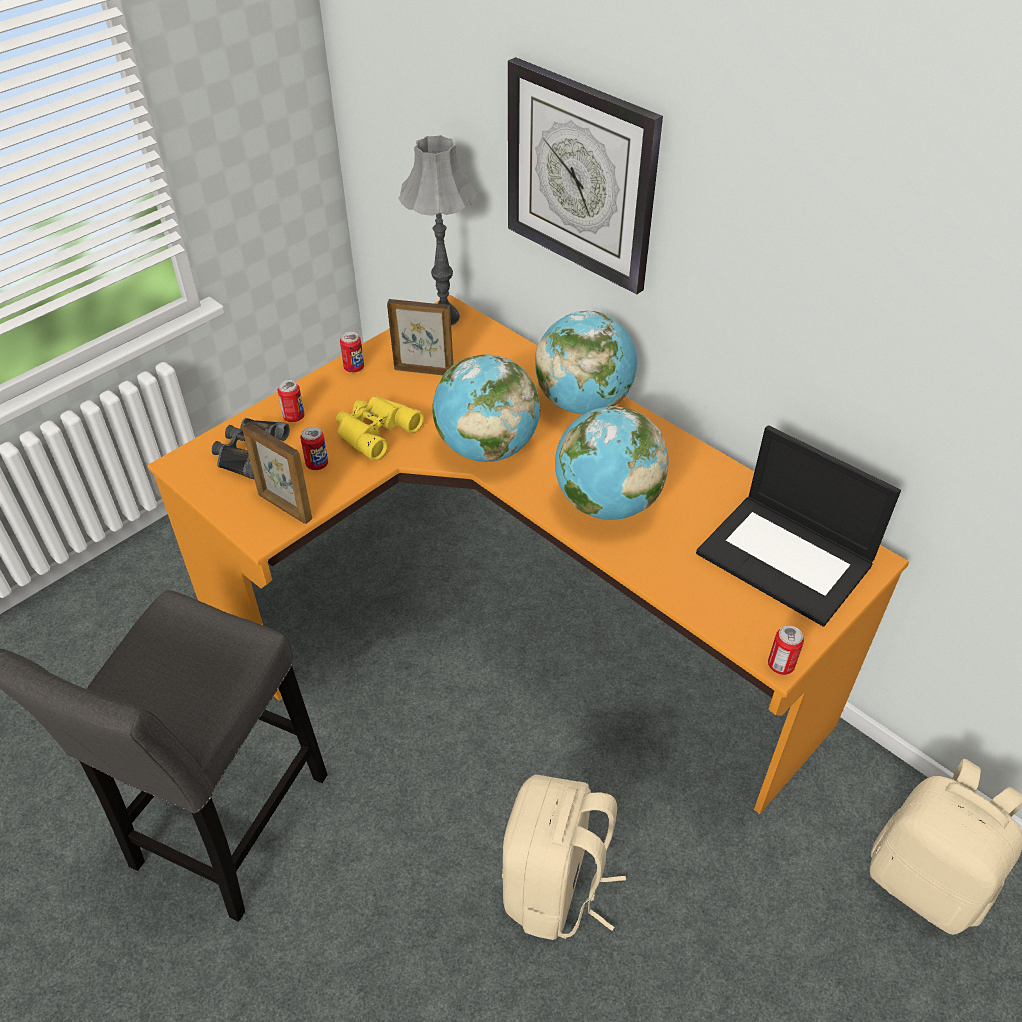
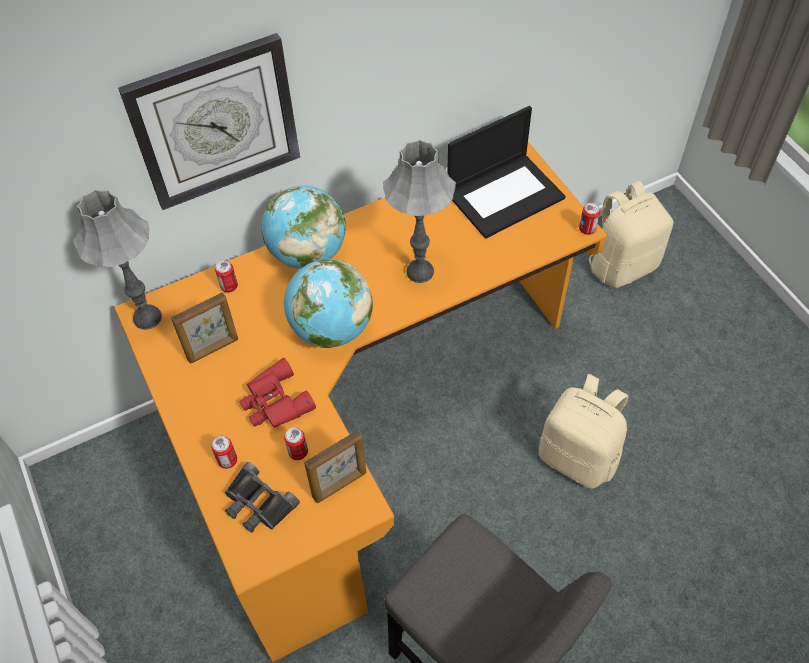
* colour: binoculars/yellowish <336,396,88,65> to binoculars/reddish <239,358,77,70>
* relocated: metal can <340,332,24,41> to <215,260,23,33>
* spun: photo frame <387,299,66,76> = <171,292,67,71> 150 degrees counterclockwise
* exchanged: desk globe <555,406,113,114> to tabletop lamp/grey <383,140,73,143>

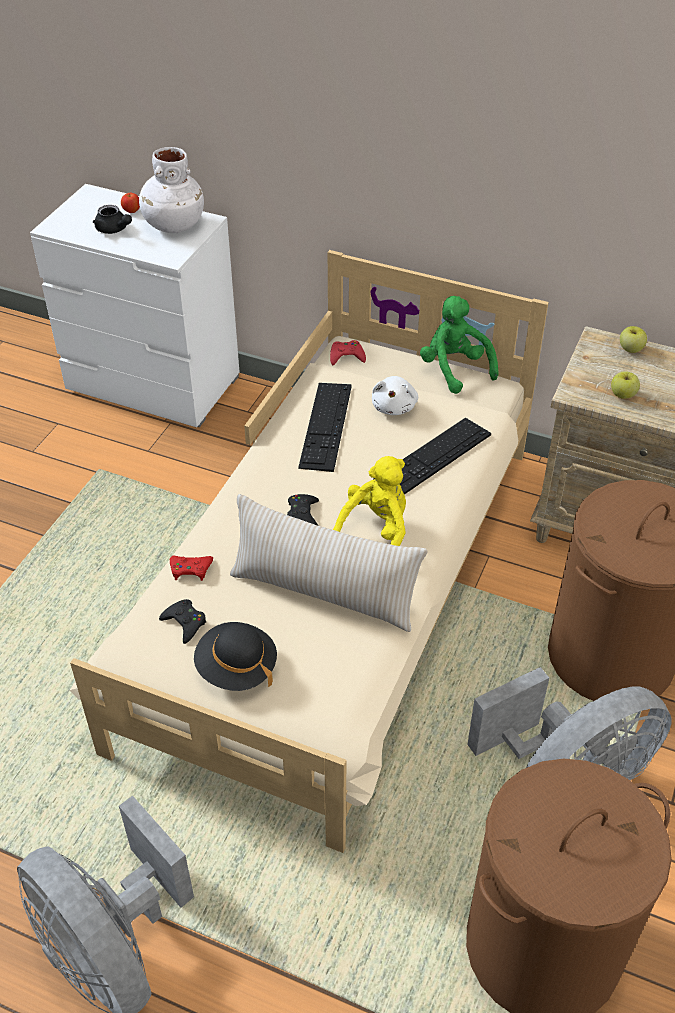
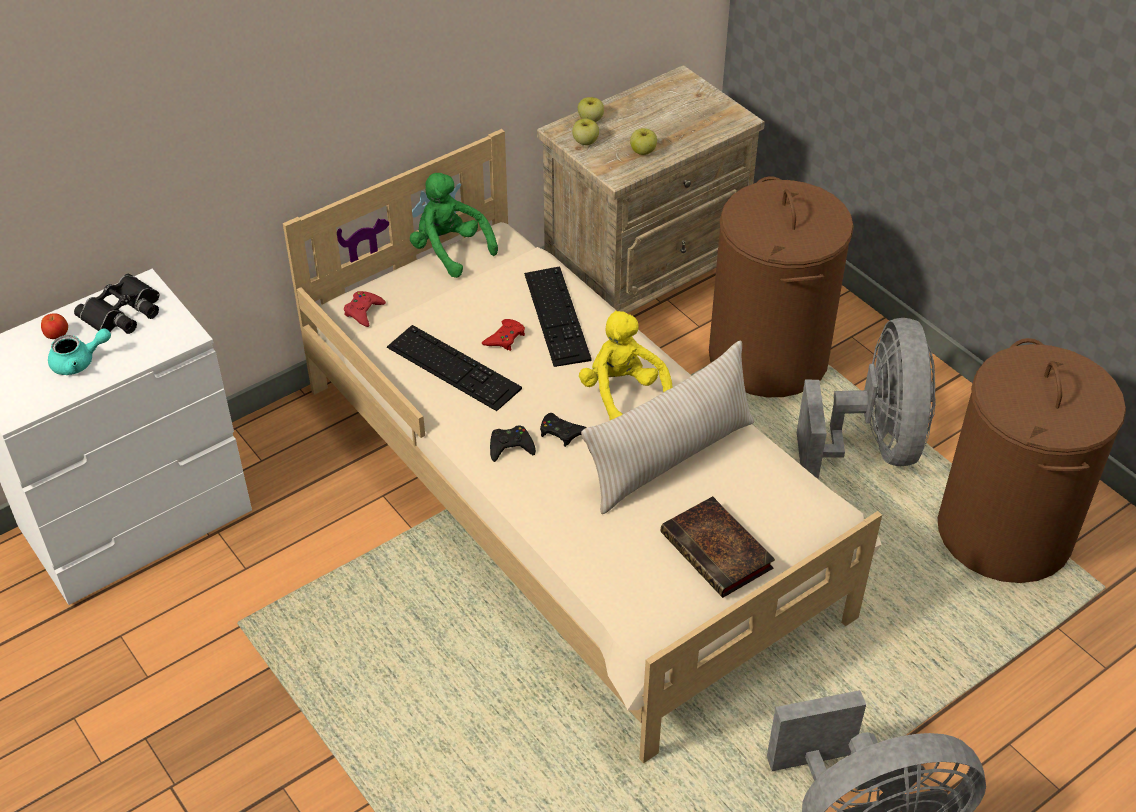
* colour: teapot/blackish <93,205,39,29> to teapot/blue-green <48,328,63,47>
* exchanged: decorative vase/whitish <139,147,65,86> to binoculars/blackish <74,274,85,60>
* relocated: game controller/blackish <159,599,47,45> to <490,426,46,36>
* relocated: game controller/reddish <170,556,43,25> to <482,319,43,32>
* exchanged: hat/blackish <194,622,83,69> to bound book <660,496,115,102>
* missing: cuddly toy/whitish <372,376,46,39>
* spun: cuddly toy/greenish <420,296,79,98> = <410,173,88,105> 45 degrees clockwise
* appeared: apple <572,118,27,27>

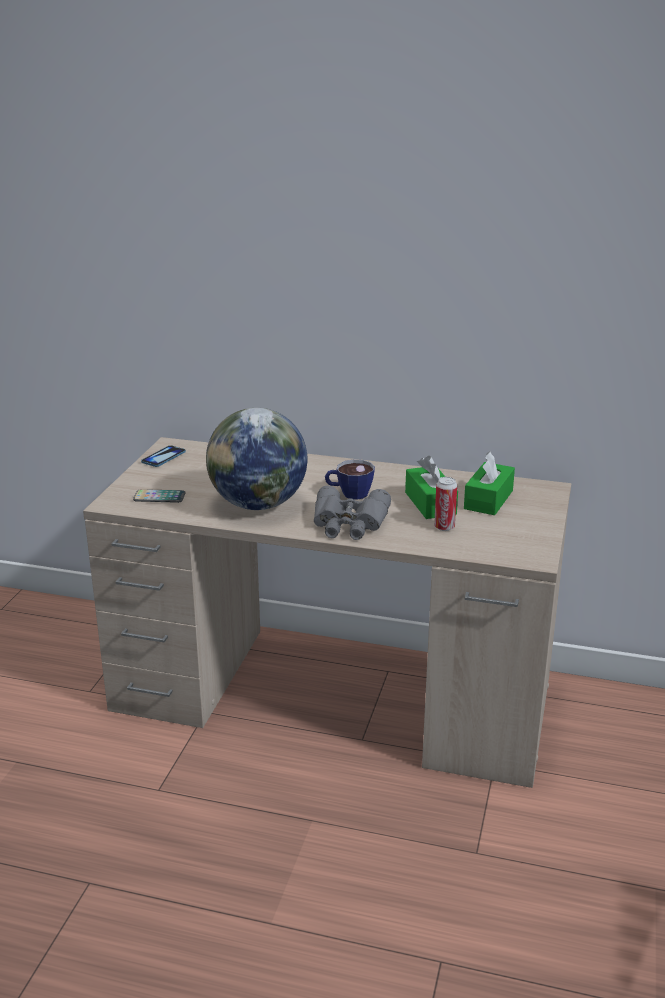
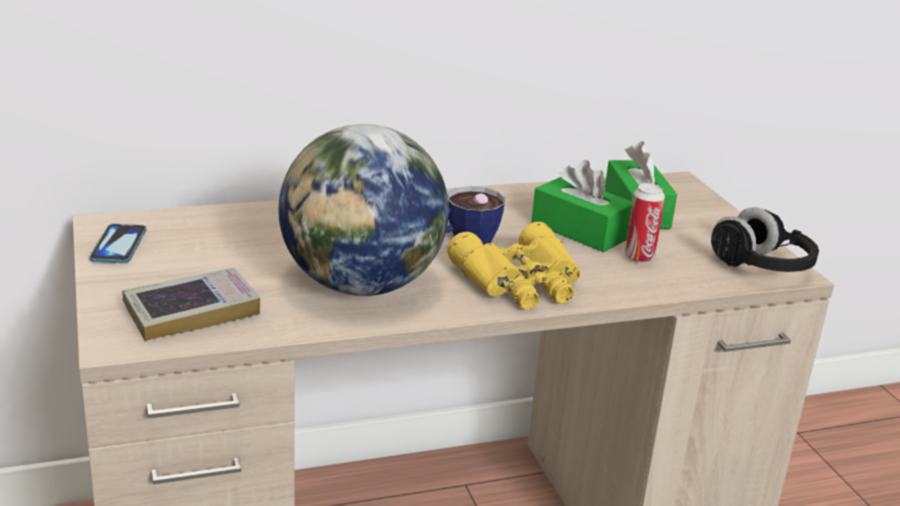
* exchanged: handset <133,489,53,14> to bound book <122,268,138,73>
* colour: binoculars/grey <314,486,77,54> to binoculars/yellowish <447,222,134,88>
* appeared: pair of headphones/blackish <711,207,108,65>

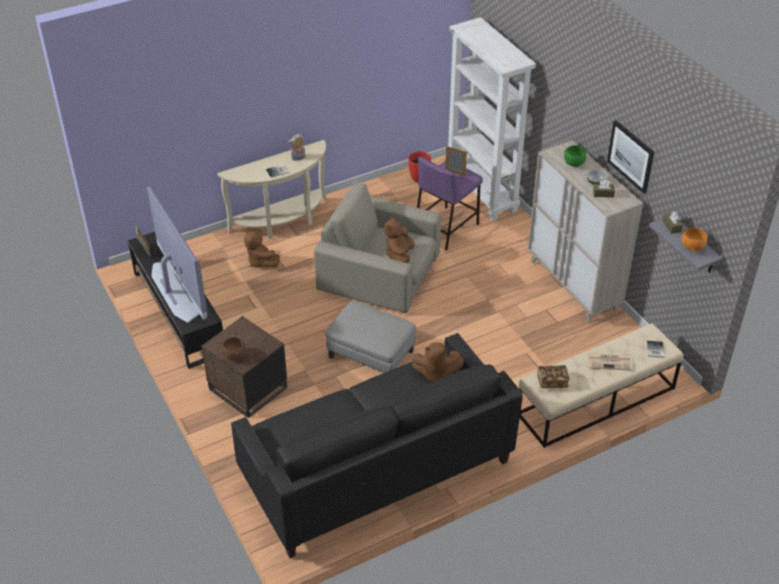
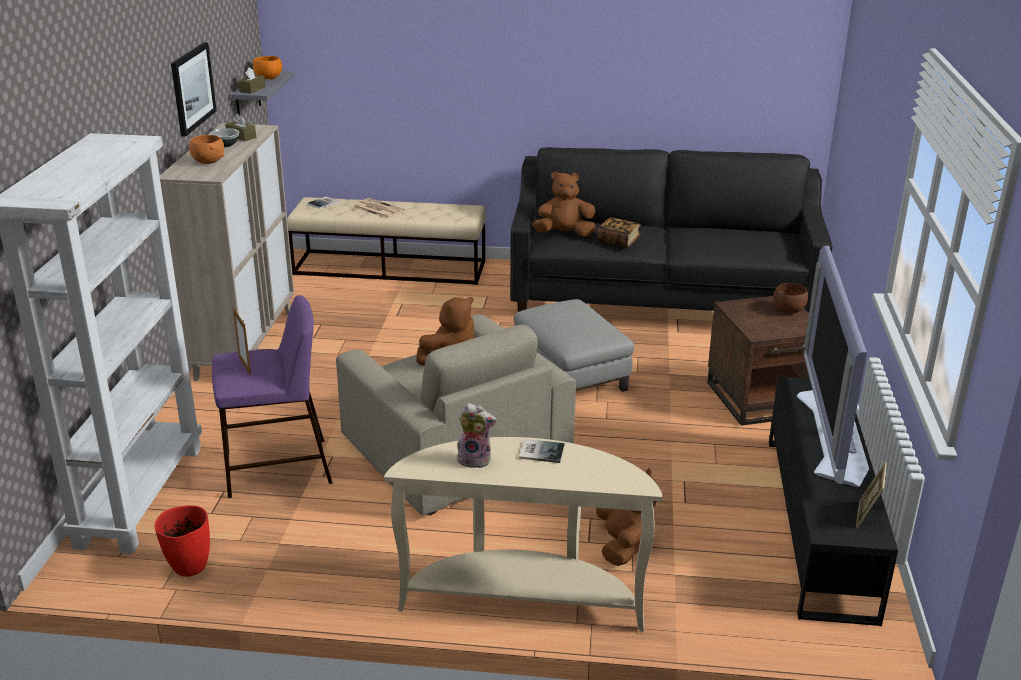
* spun: cuddly toy/brownish <412,342,52,39> = <533,171,63,65> 45 degrees counterclockwise
* relocated: bound book <537,365,33,23> to <597,217,44,31>
* colour: bowl/greenish <564,145,22,22> to bowl/orange-coloured <189,135,35,29>

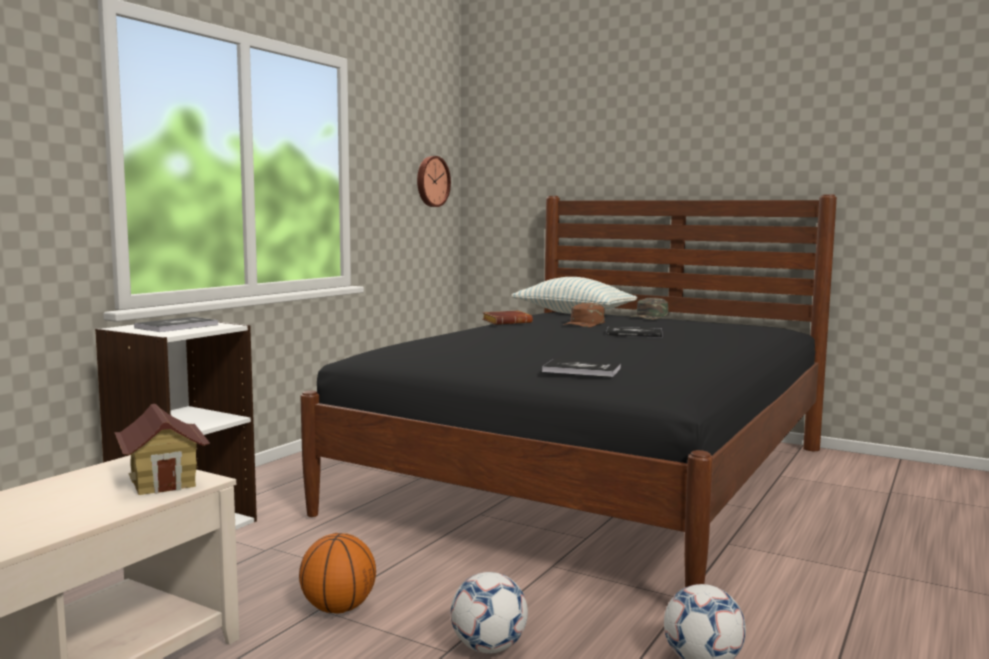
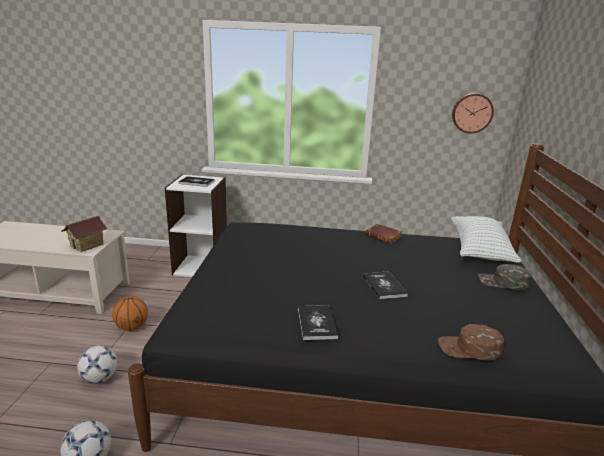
* relocated: bound book <542,359,79,18> to <298,305,40,35>
* relocated: cap/brownish <563,303,42,24> to <438,324,66,37>

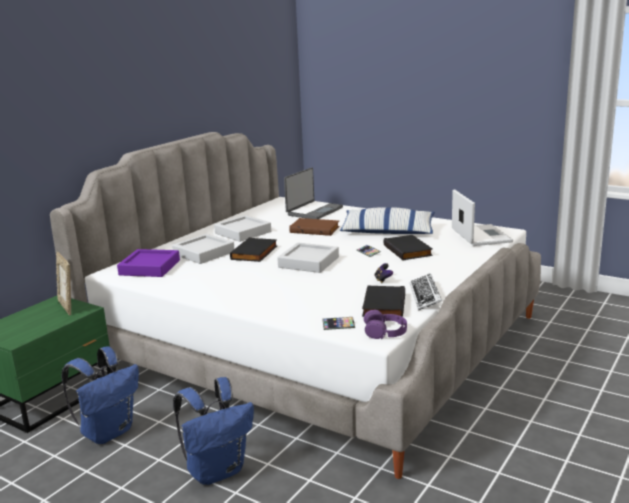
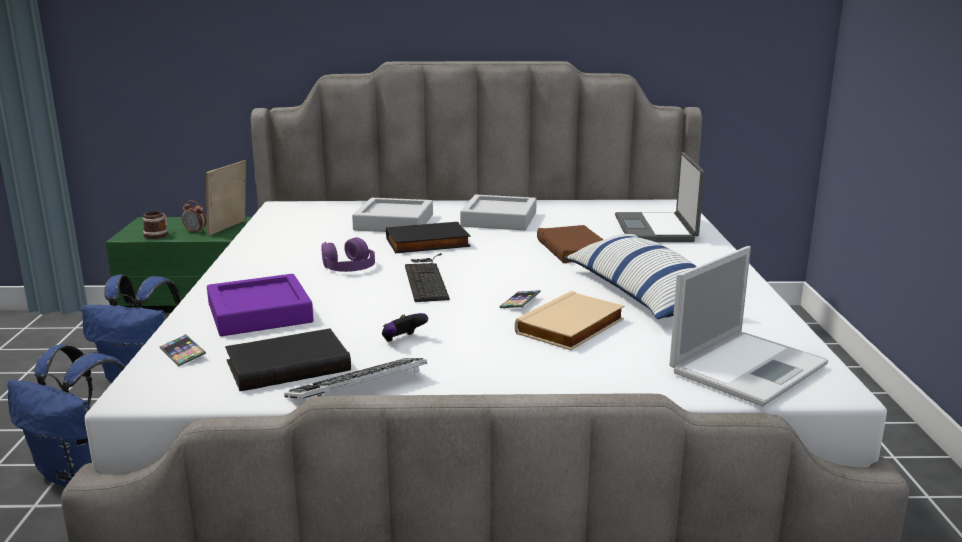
* relocated: carrying tray/purple-coloured <117,249,63,28> to <207,274,106,62>
* exchanged: carrying tray/grey <277,242,62,31> to keyboard <405,253,45,49>
* spun: laptop <284,167,59,52> = <615,152,90,90> 90 degrees clockwise
* relocated: pair of headphones/purple-coloured <364,310,43,29> to <321,237,54,35>
* colour: bound book/blackish <383,235,50,25> to bound book/beige <515,291,109,59>
* appeared: mug <143,212,25,27>
* appeared: table clock <182,200,24,34>

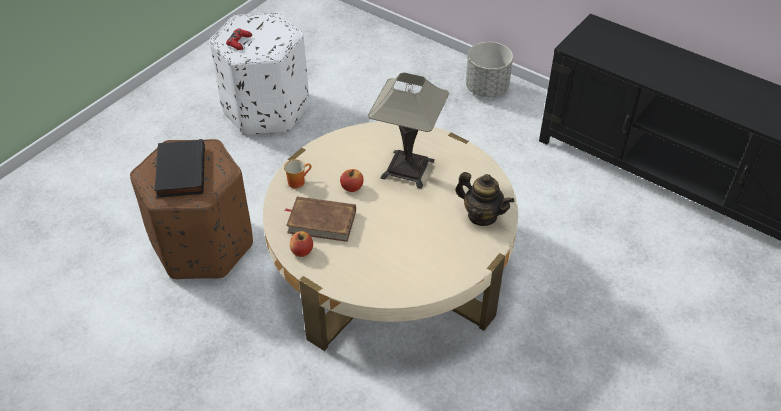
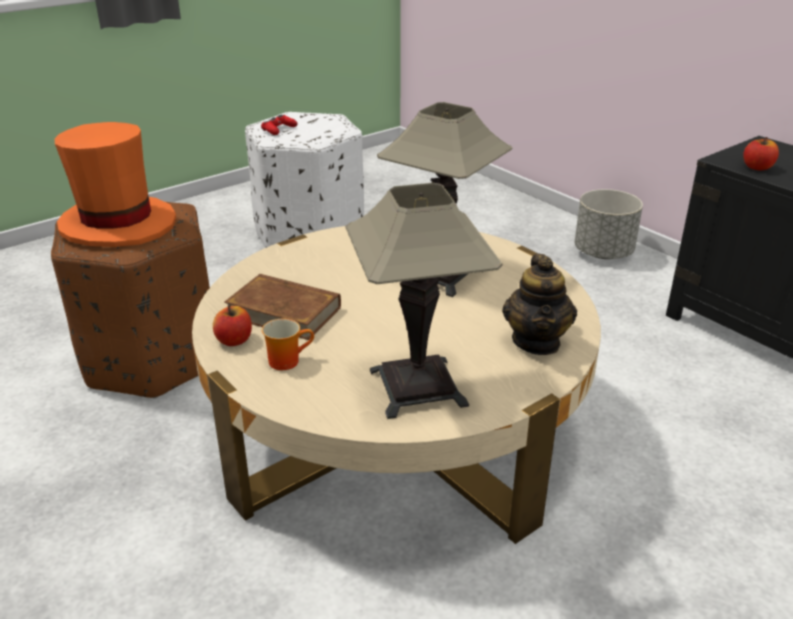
* exchanged: bound book/blackish <154,139,51,59> to hat/orange-coloured <55,122,122,125>
* relocated: mug <284,159,28,29> to <262,319,52,51>
* relocated: apple <340,169,24,23> to <743,137,36,34>
* spun: teapot <455,172,59,54> = <502,254,75,101> 45 degrees clockwise
* appeared: tabletop lamp <345,183,157,236>

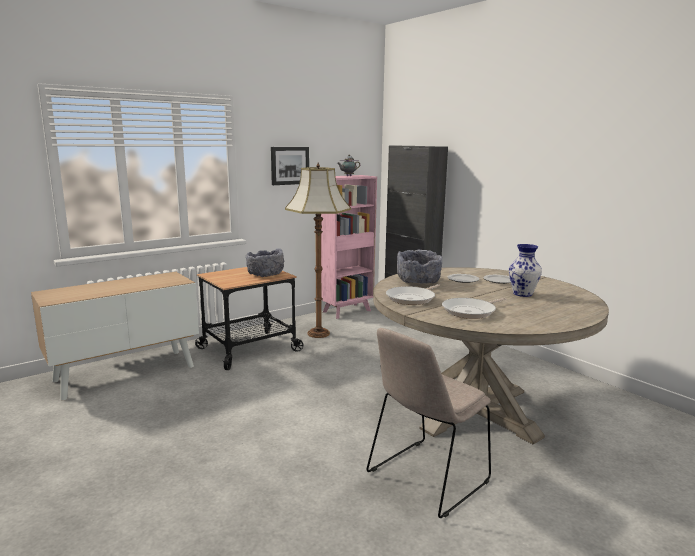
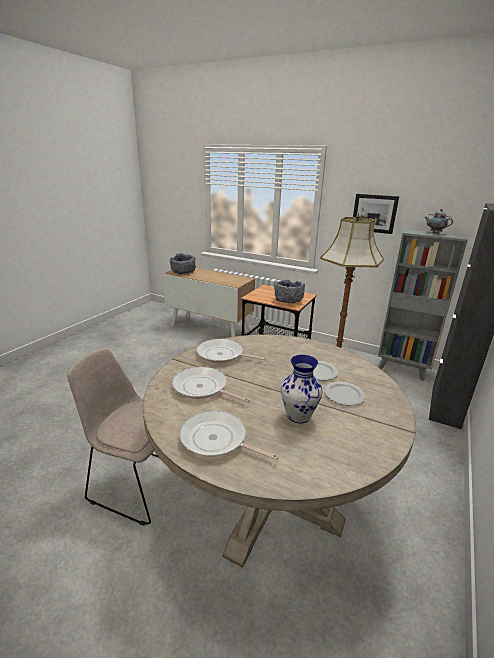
* colour: shelving unit/pink <321,175,56,144> to shelving unit/grey <378,229,90,152>
* relocated: bowl/grey <397,250,45,34> to <170,253,26,21>
* appeared: pan <179,411,99,49>

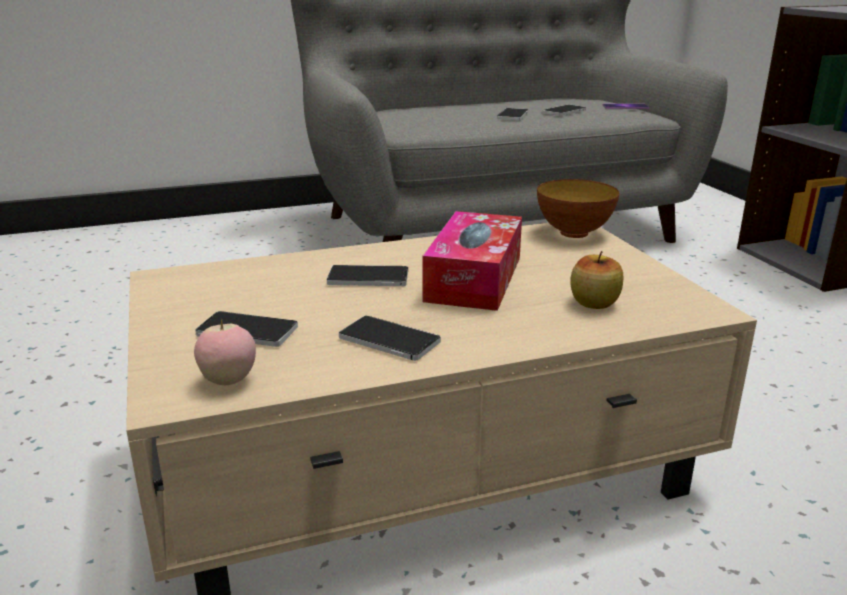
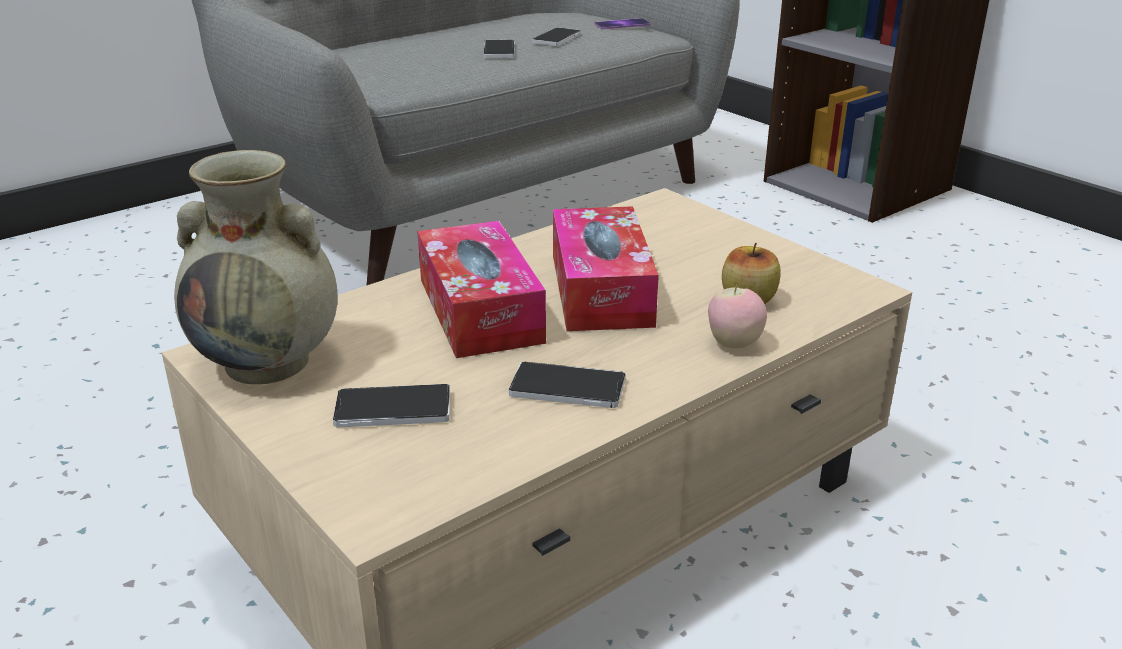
* relocated: apple <194,318,62,67> to <708,283,59,65>
* exchanged: handset <327,265,81,21> to tissue box <417,221,129,137>
* missing: bowl <537,179,82,59>
* appeared: decorative vase/beige <174,150,164,234>

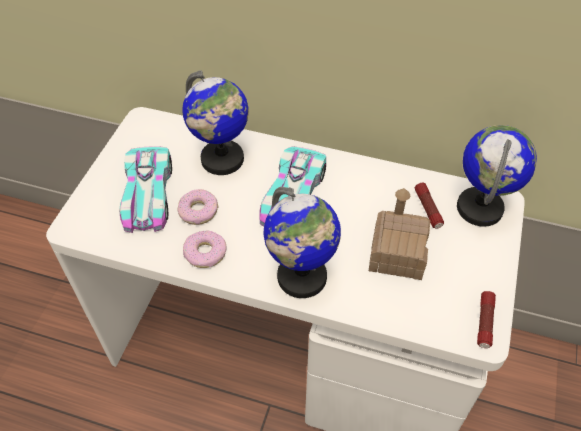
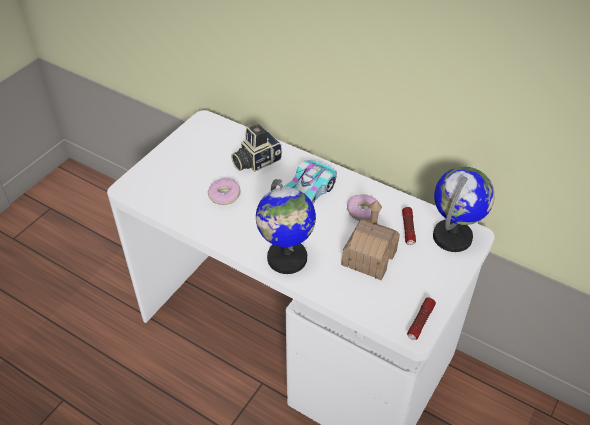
* missing: miniature car <119,146,53,87>
* exchanged: desk globe <182,70,67,105> to still camera <231,124,51,48>
* relocated: doughnut <183,230,43,38> to <347,194,33,27>

